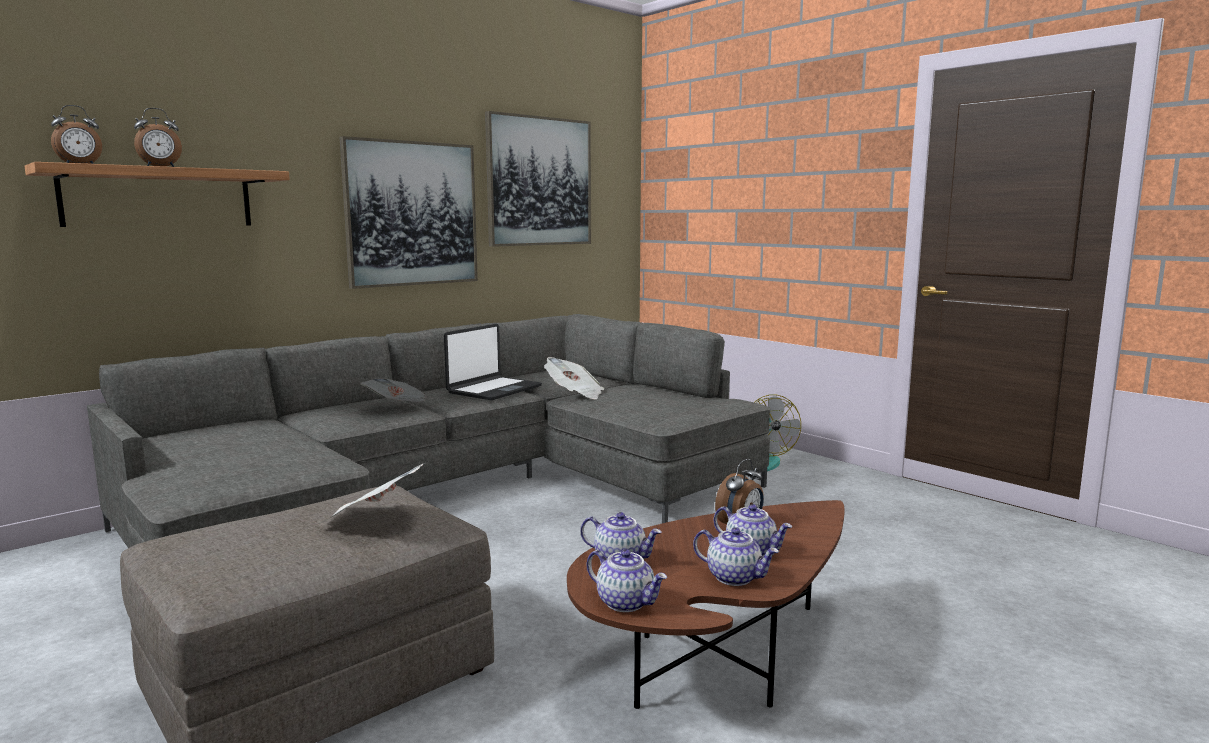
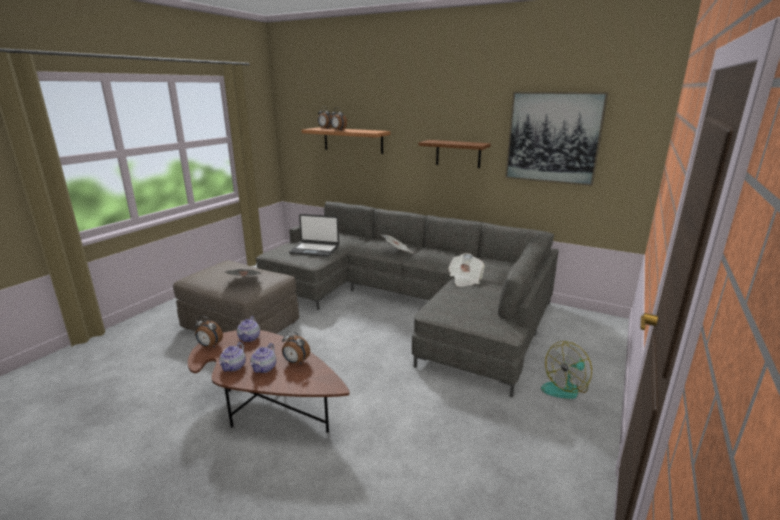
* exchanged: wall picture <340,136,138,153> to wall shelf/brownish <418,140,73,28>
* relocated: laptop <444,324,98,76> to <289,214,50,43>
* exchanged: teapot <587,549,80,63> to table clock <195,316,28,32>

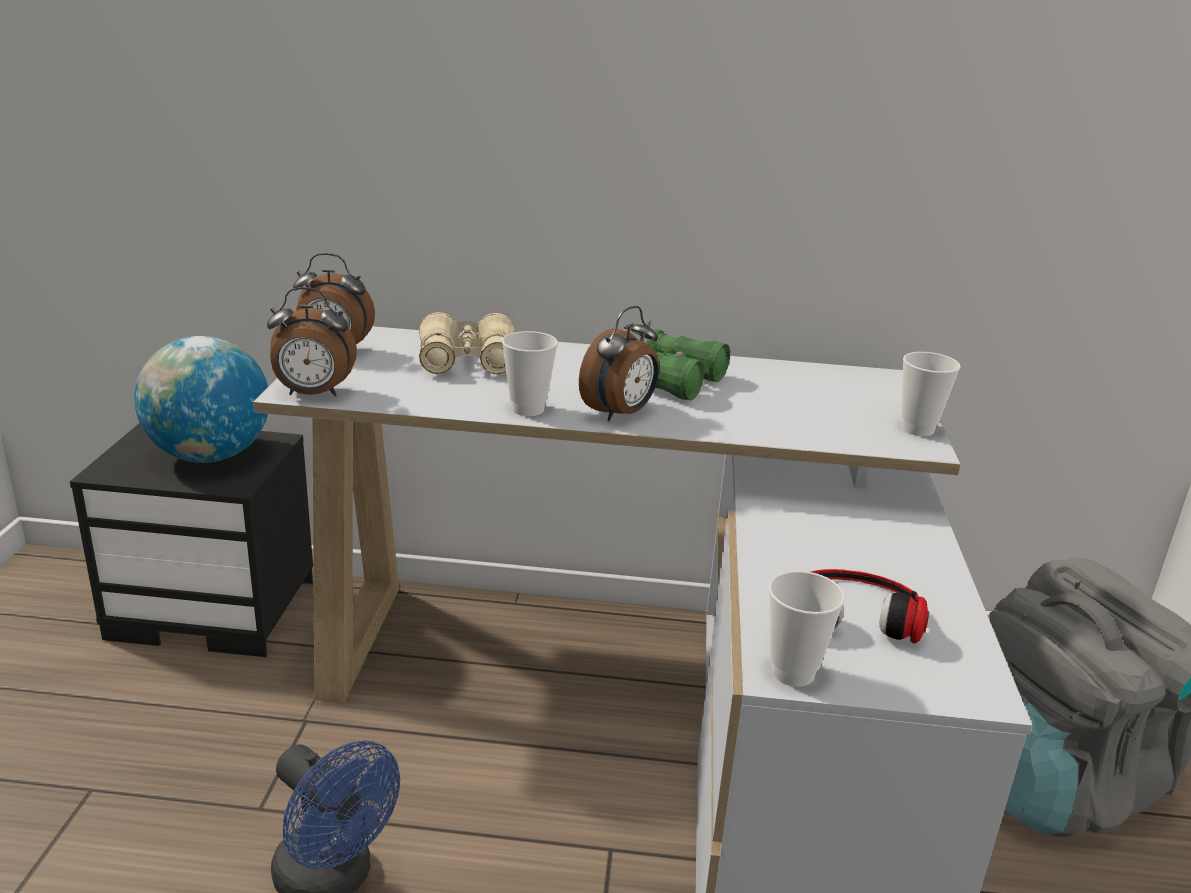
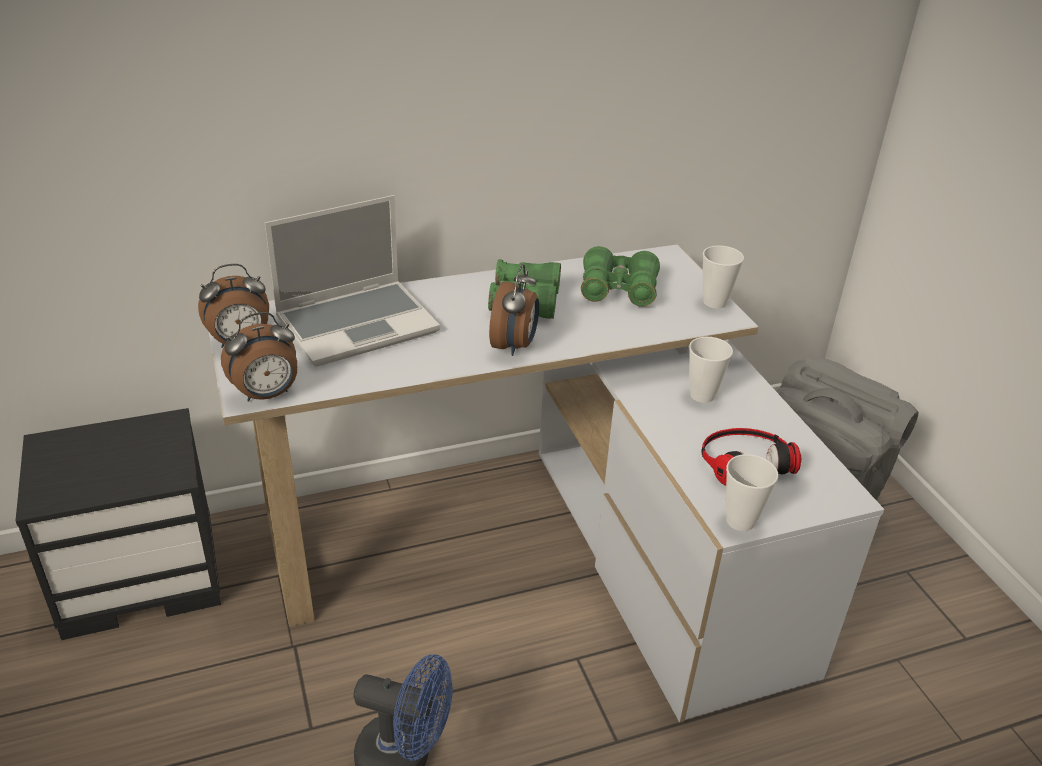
* missing: desk globe <134,336,134,127>
* exchanged: binoculars/beige <419,312,96,62> to laptop <265,195,175,172>
* relocated: drinking cup <502,331,56,85> to <689,337,44,66>
* appeared: binoculars/greenish <581,246,79,61>

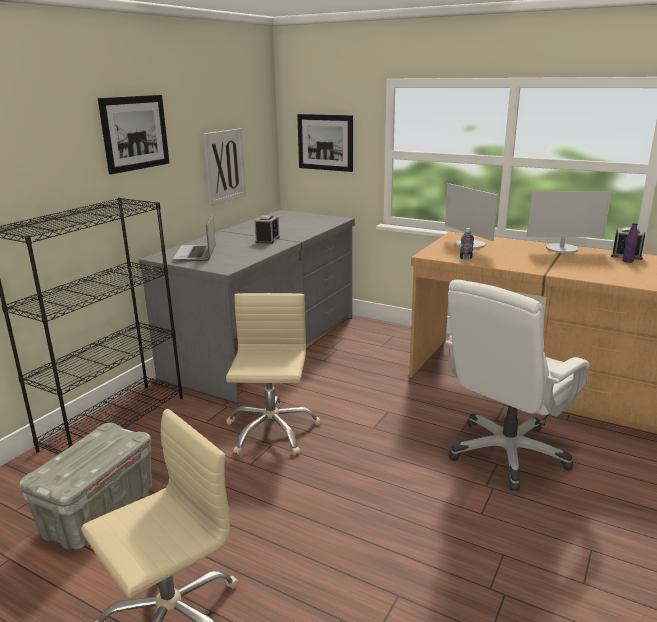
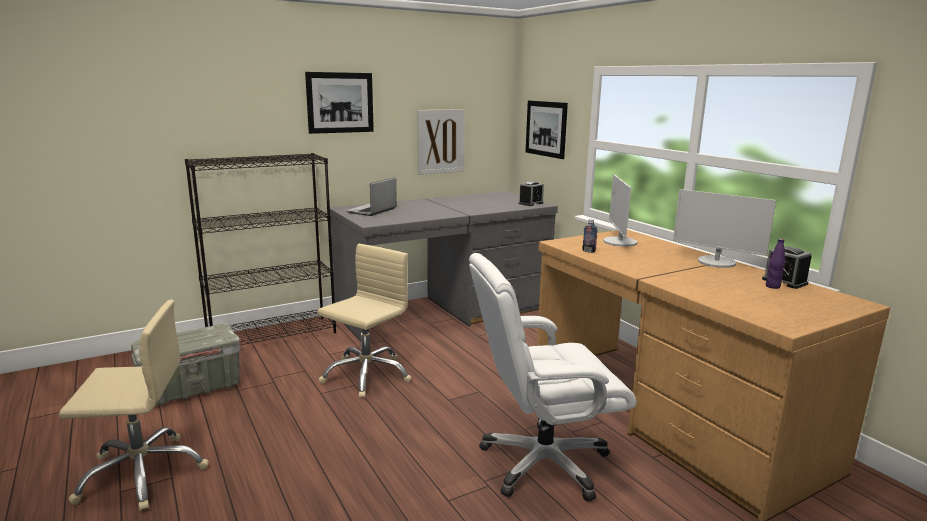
* relocated: table clock <255,215,25,29> to <519,181,25,25>

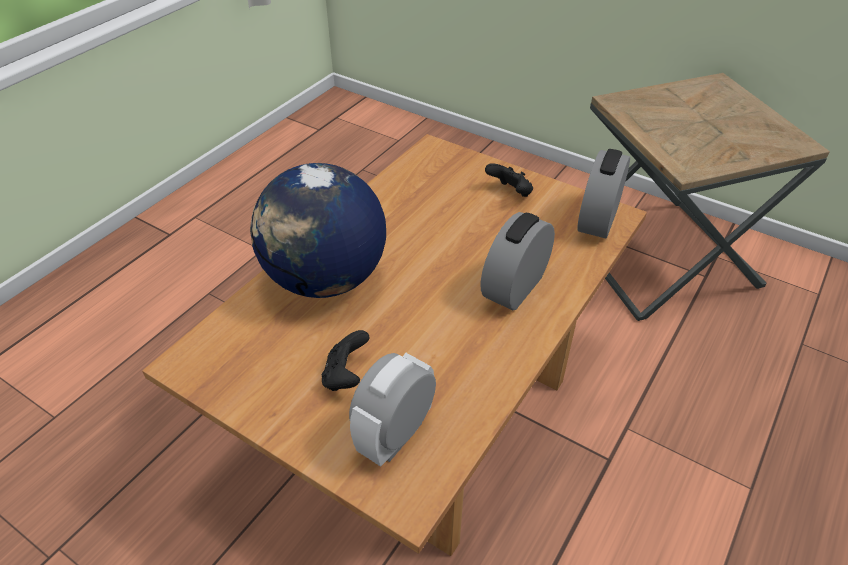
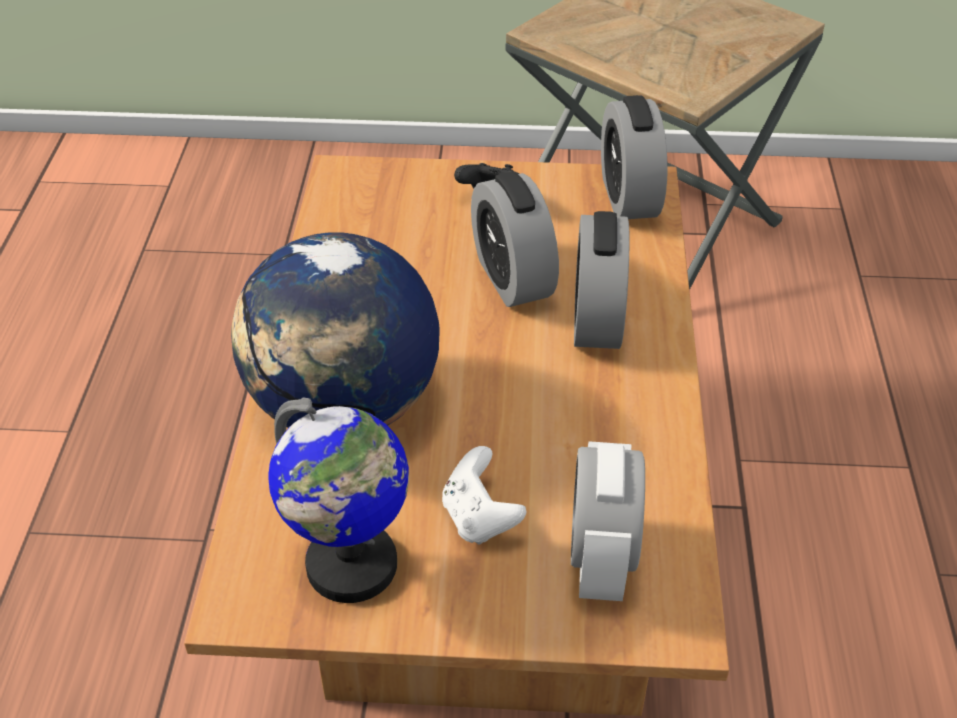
* colour: game controller/blackish <322,330,47,61> to game controller/whitish <442,446,85,99>
* appeared: desk globe <268,398,141,205>
* appeared: table clock <471,172,88,135>

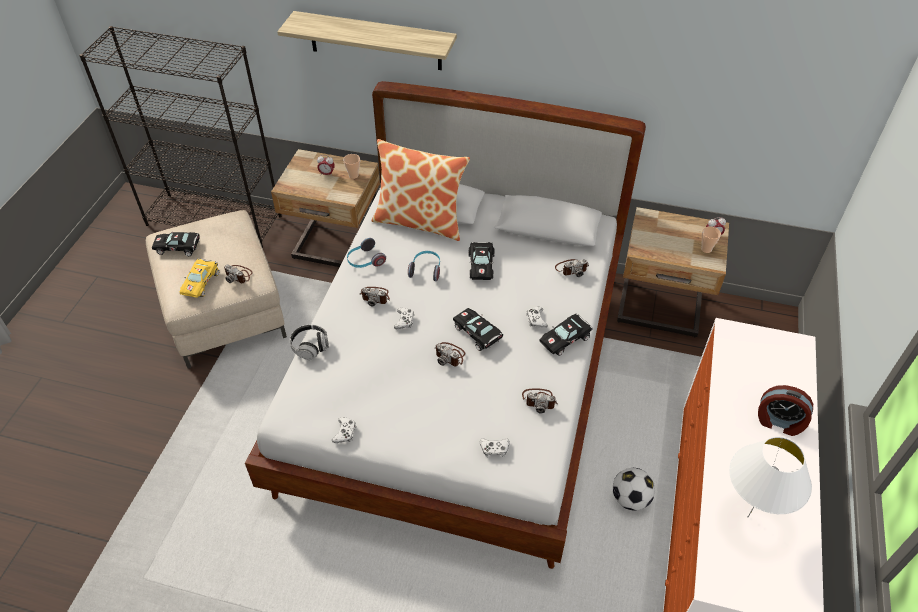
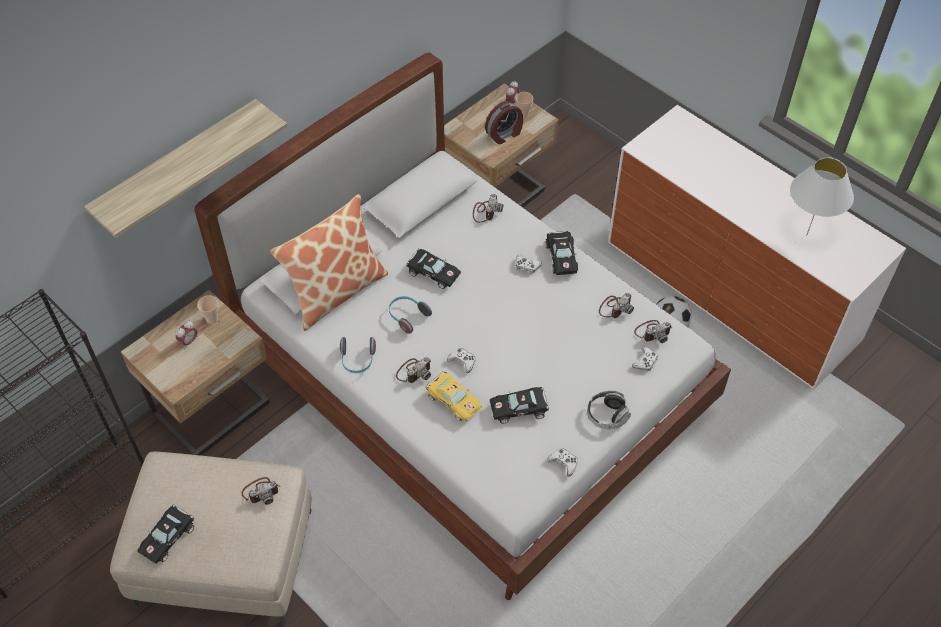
* relocated: miniature car/yellowish <180,259,39,39> to <426,371,56,50>
* relocated: pair of headphones <290,324,39,36> to <587,391,44,38>
* relocated: still camera <435,342,30,24> to <634,320,38,23>
* relocated: miniature car/blackish <453,308,50,43> to <490,387,59,36>
* relocated: table clock <758,385,55,51> to <485,101,38,43>

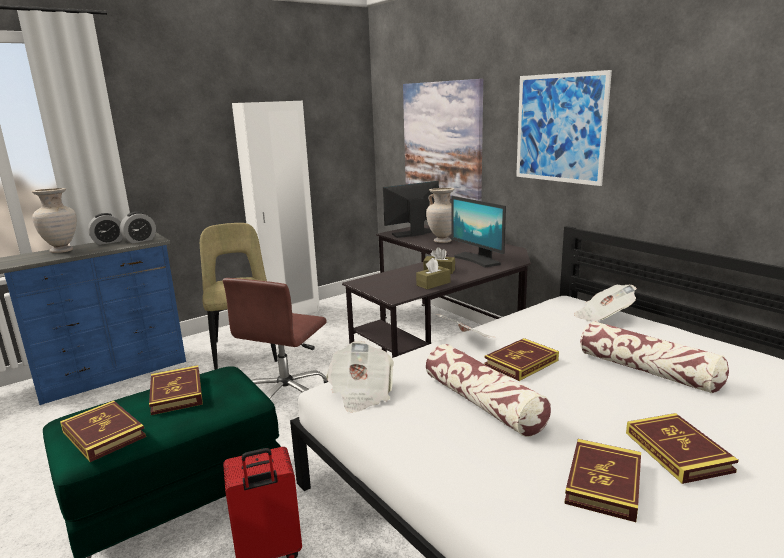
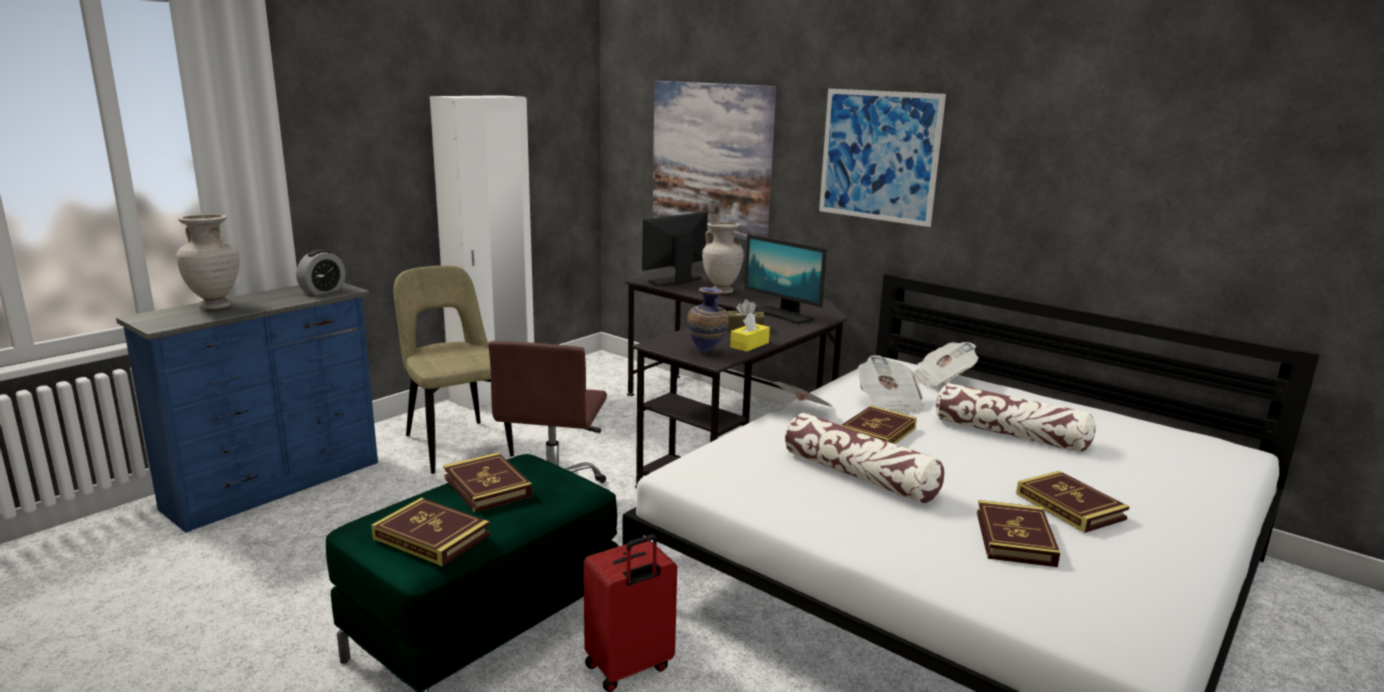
* missing: table clock <88,213,35,32>
* relocated: daily paper <326,341,68,72> to <858,355,67,60>
* colour: tissue box/brownish <416,258,35,31> to tissue box/yellowish <730,313,40,39>
* appeared: decorative vase <687,287,42,66>

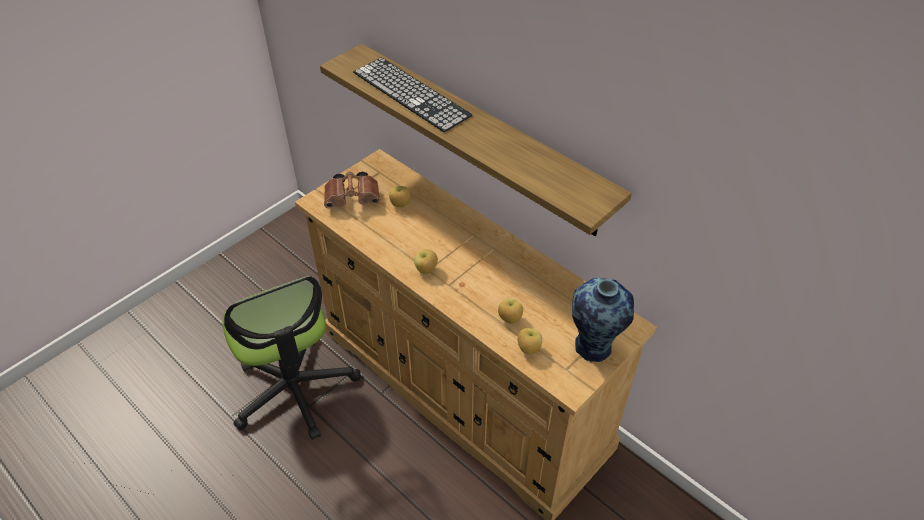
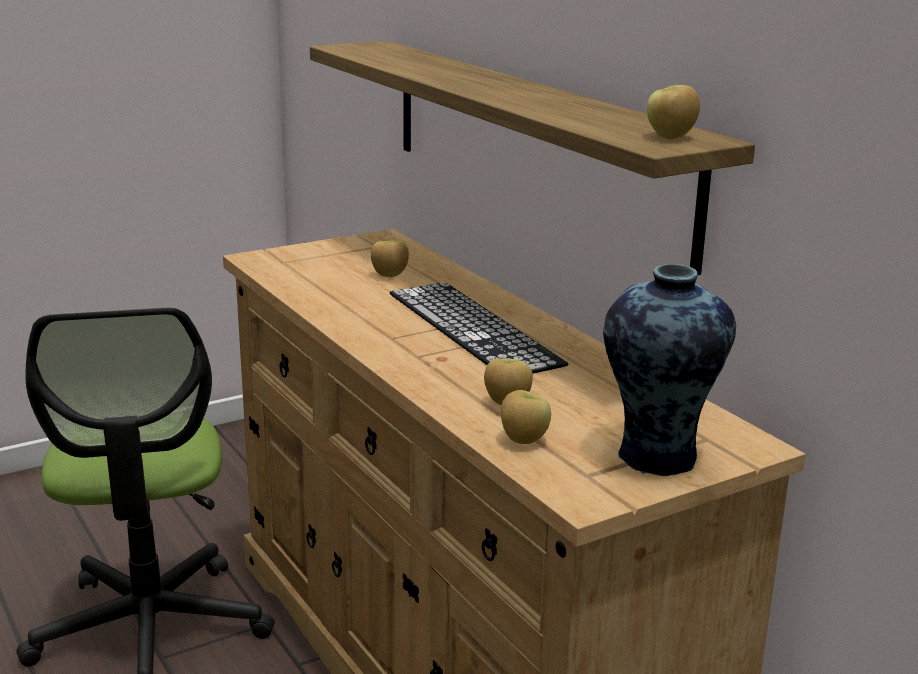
* missing: binoculars/brownish <324,172,56,37>
* relocated: keyboard <353,58,119,74> to <390,282,178,91>
* relocated: apple <414,249,24,25> to <647,85,53,55>

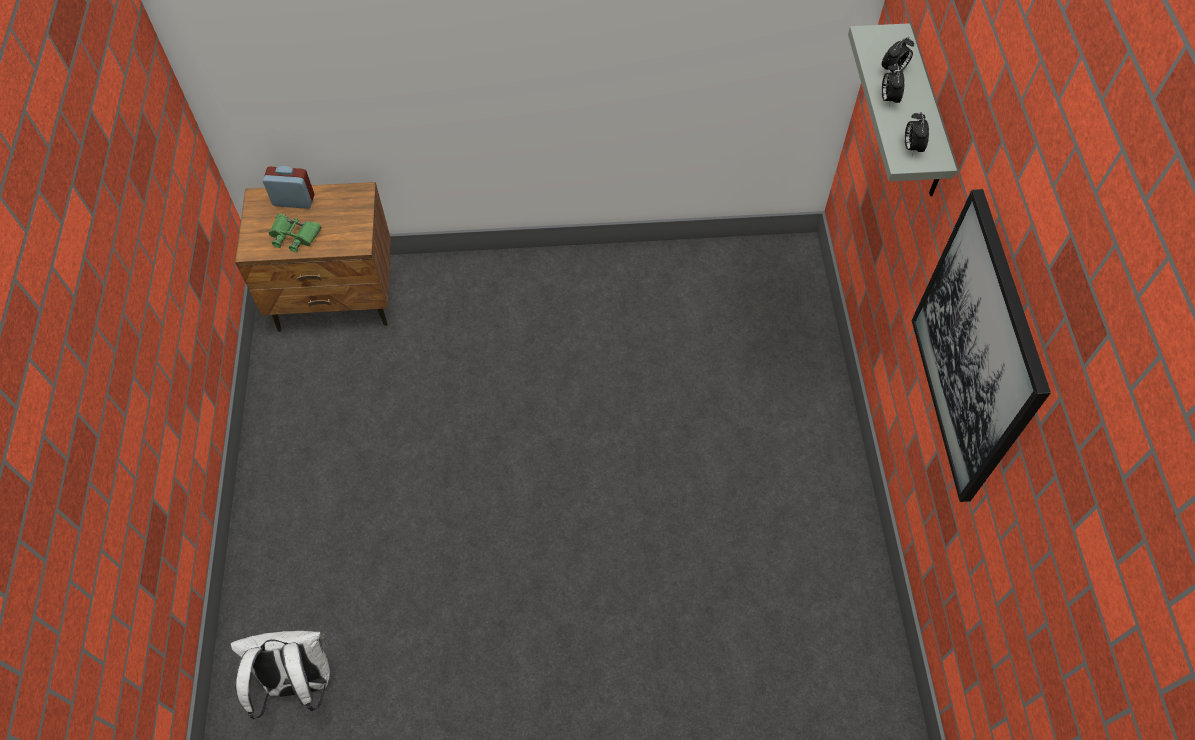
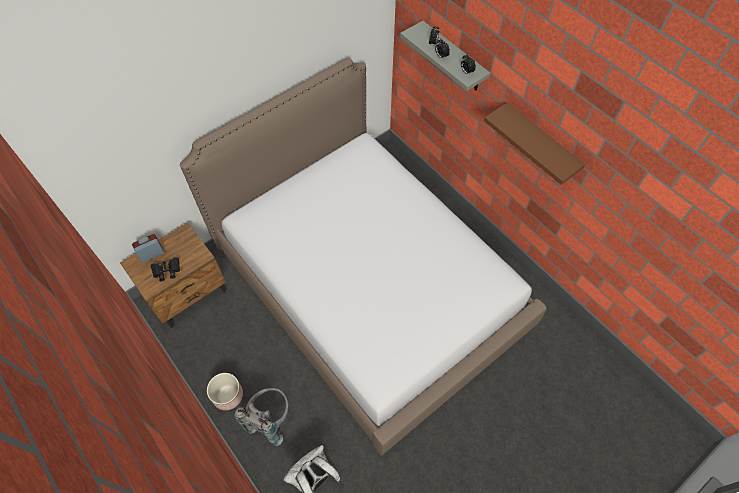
* colour: binoculars/greenish <269,213,53,39> to binoculars/blackish <151,257,29,25>
* exchanged: wall picture <912,189,139,313> to wall shelf/brownish <484,103,101,82>
* appeared: bedroom bed <180,58,366,397>
* appeared: planter <207,373,36,38>
* appeared: backpack/grey <234,388,55,58>

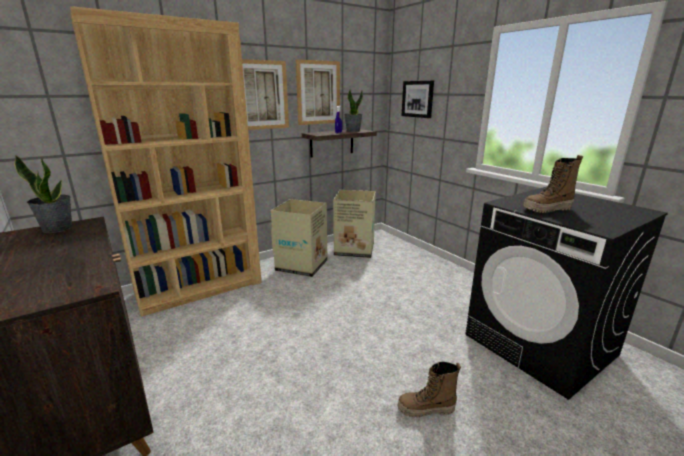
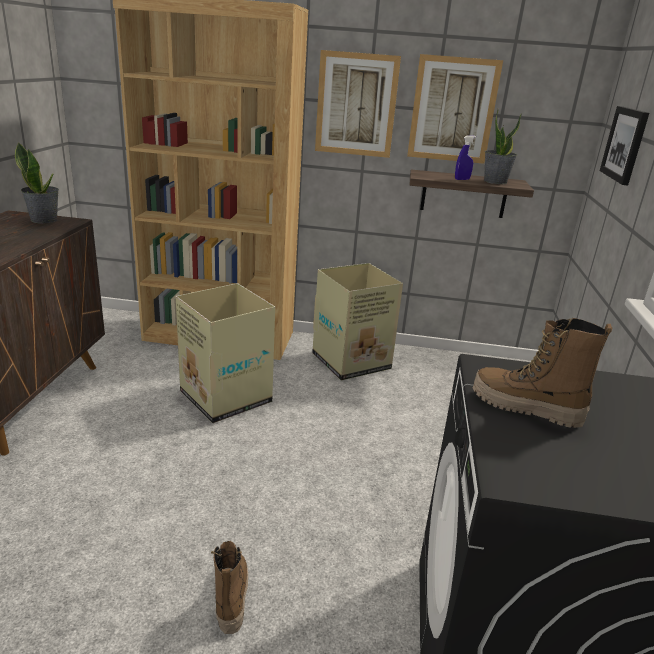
* relocated: carton <333,190,43,68> to <176,283,99,140>
* spun: high-top boot <397,362,64,56> = <211,541,37,93> 45 degrees clockwise

